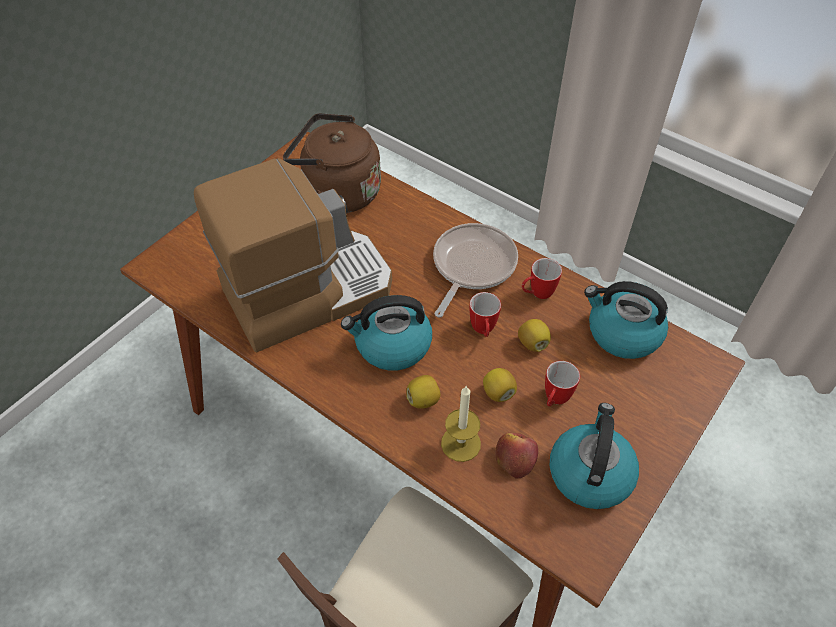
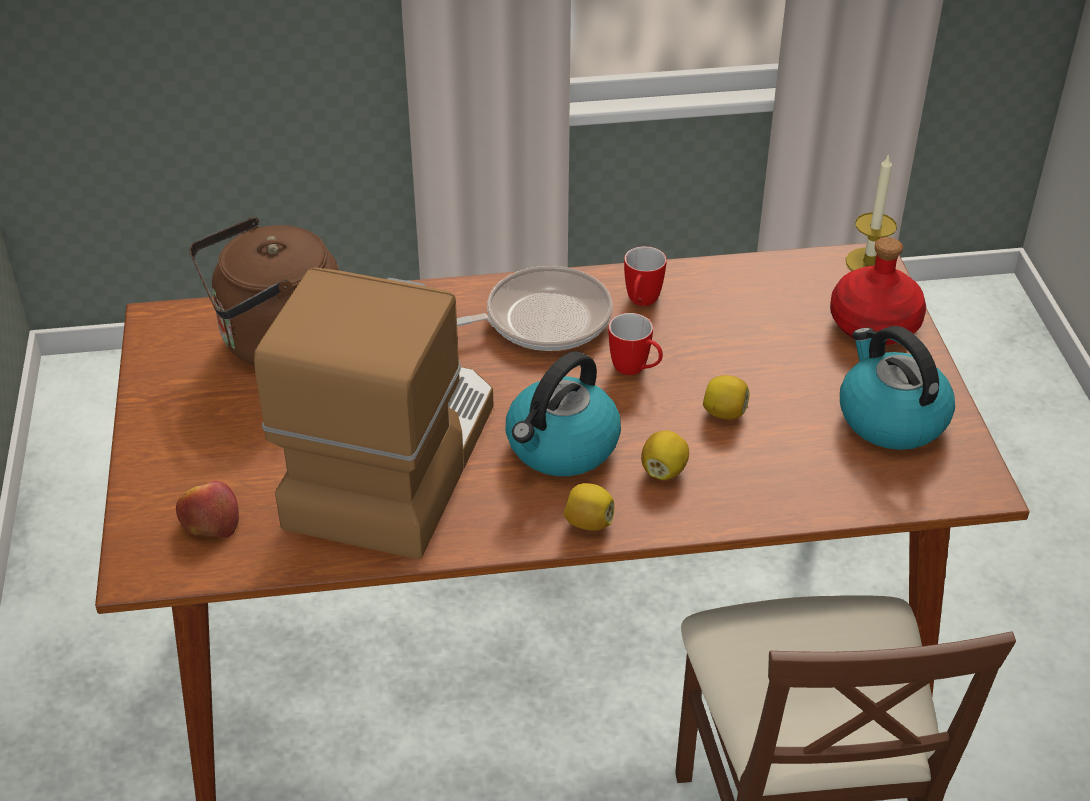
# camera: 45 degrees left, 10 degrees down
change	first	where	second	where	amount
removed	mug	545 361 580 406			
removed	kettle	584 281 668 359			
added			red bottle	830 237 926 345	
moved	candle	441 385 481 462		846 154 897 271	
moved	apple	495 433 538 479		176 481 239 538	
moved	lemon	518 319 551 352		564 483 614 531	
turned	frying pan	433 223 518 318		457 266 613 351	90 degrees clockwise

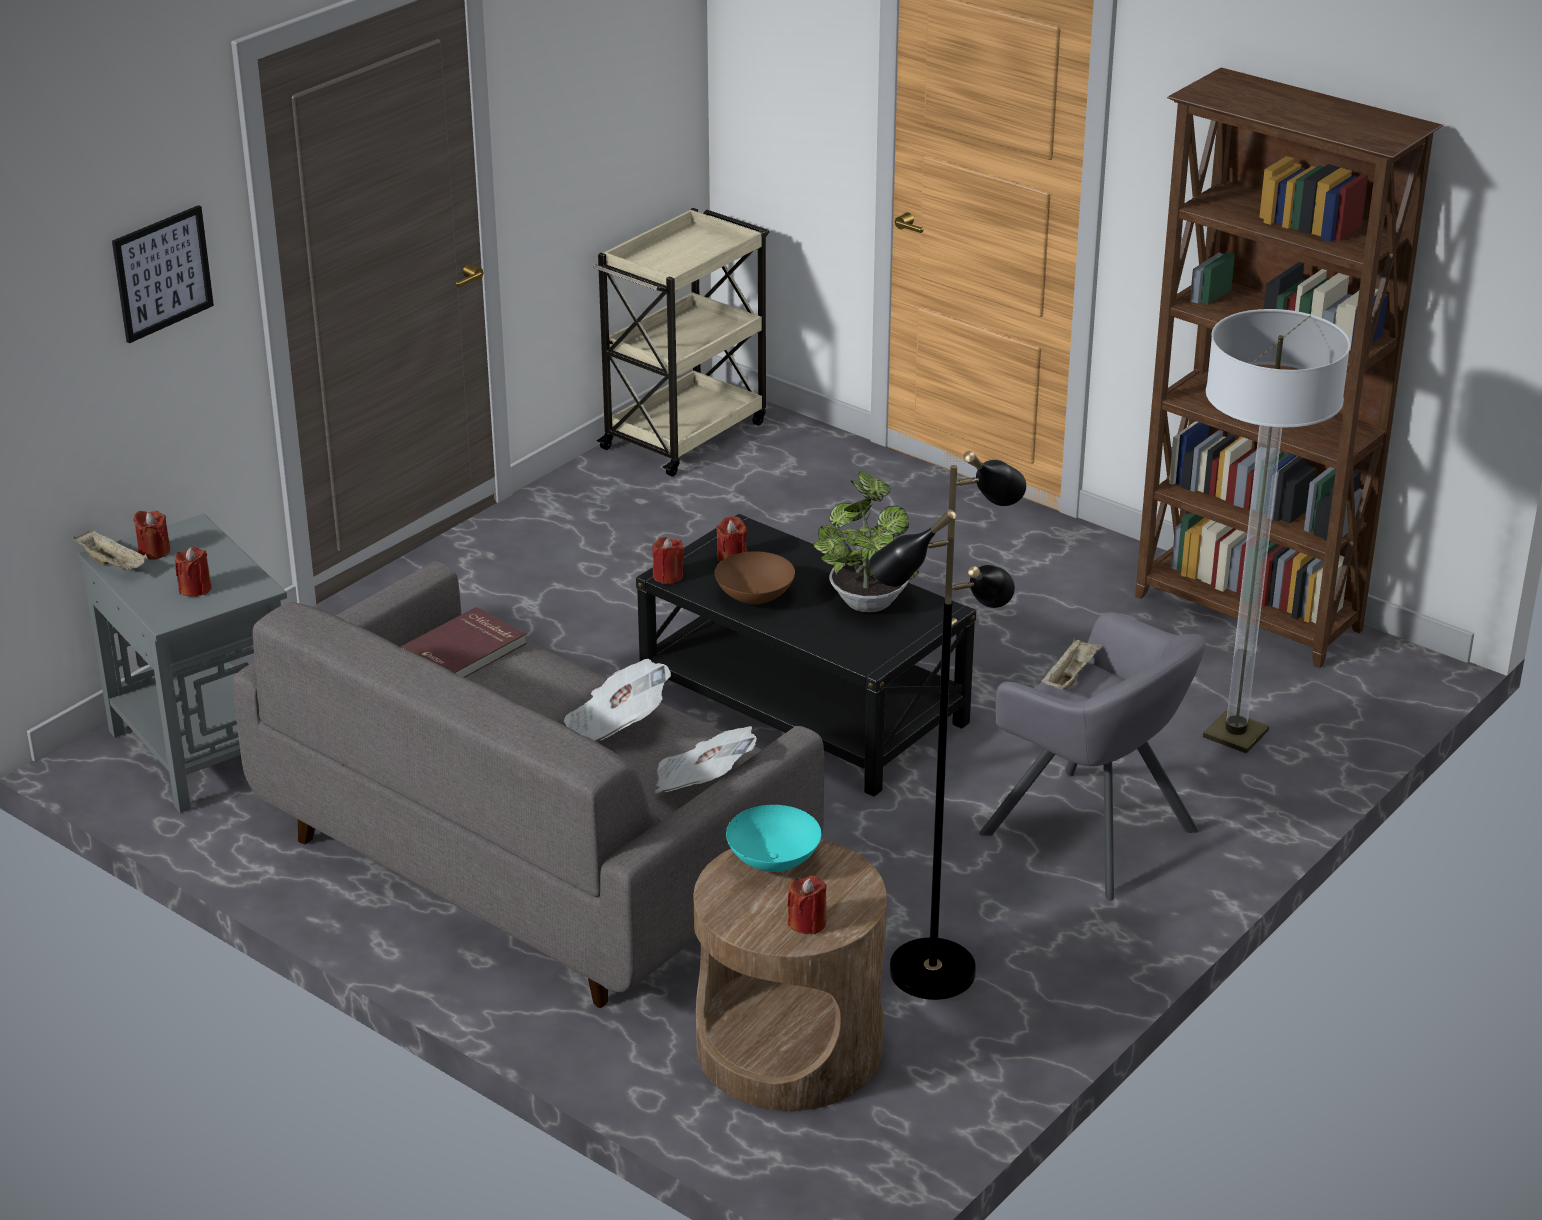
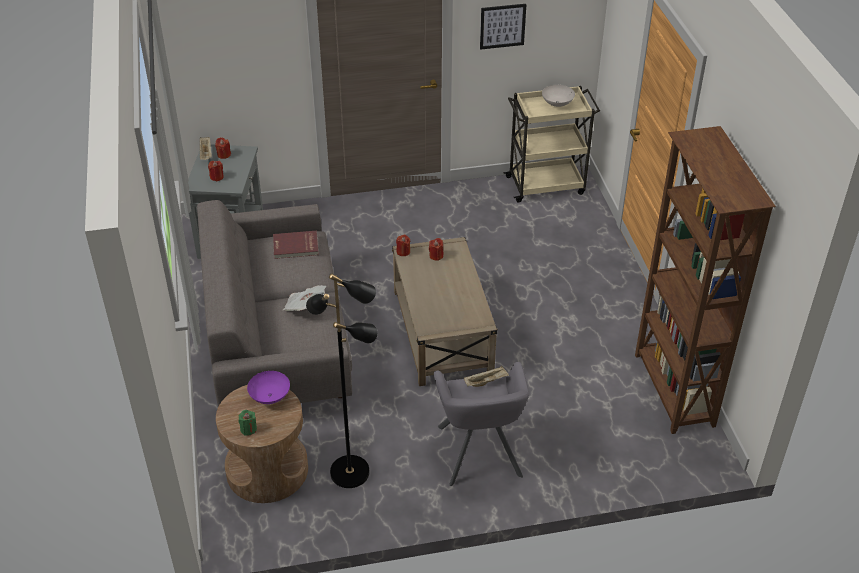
# camera: 40 degrees right, 10 degrees up
change	first	where	second	where	amount
removed	newspaper	655 726 757 793			
removed	brown bowl	715 551 795 604			
removed	potted plant	813 471 919 612			
removed	floor lamp	1203 309 1351 753			
added			white bowl	542 85 575 107	
moved	picture	112 205 214 343		480 4 526 50	
recoloured	black coffee table	636 514 976 797	beige coffee table	392 237 498 386	
recoloured	turquoise bowl	726 805 821 872	purple bowl	247 371 290 404	
recoloured	red candle	787 875 827 934	green candle	239 410 257 436	

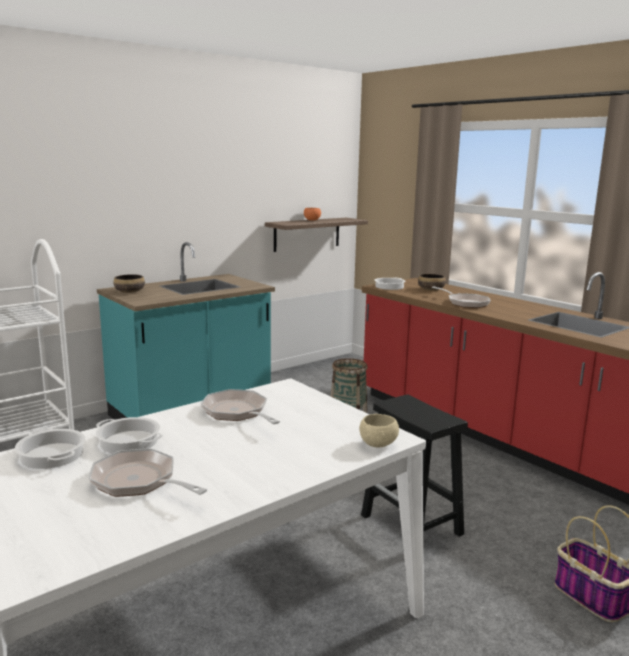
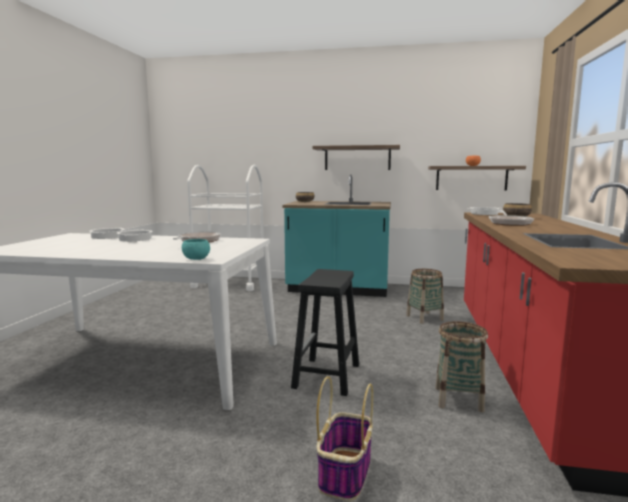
# camera: 50 degrees right, 5 degrees down
change	first	where	second	where	amount
removed	frying pan	88 448 207 497			
added			shelf	313 145 400 170	
added			basket	435 321 488 412	
recoloured	beige bowl	359 414 399 448	turquoise bowl	182 239 210 260	

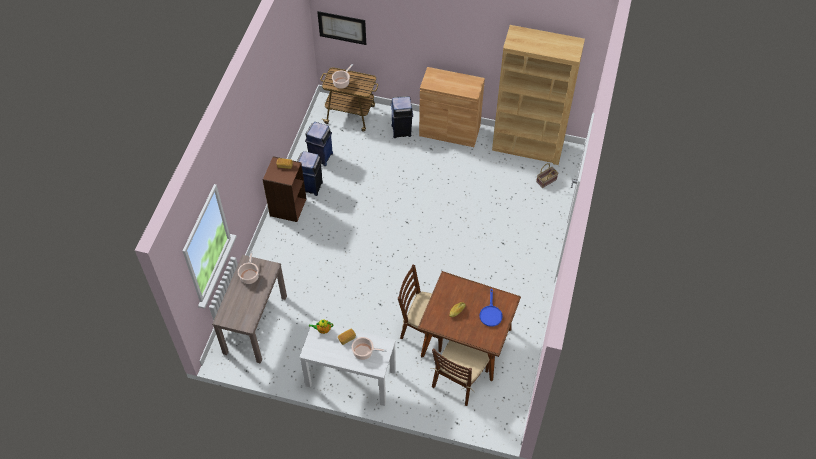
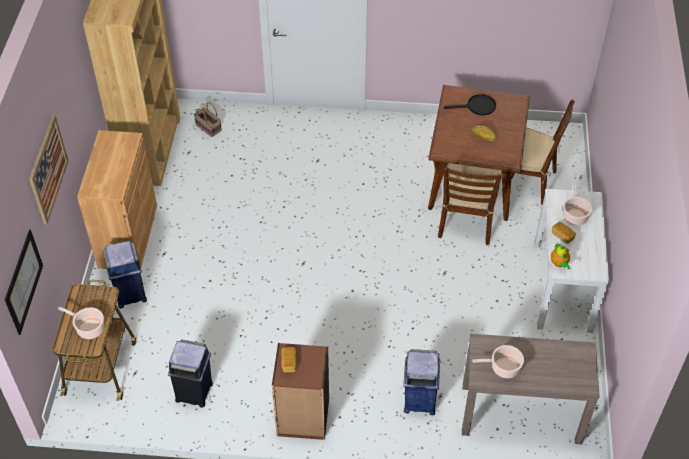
# camera: 100 degrees left, 5 degrees down
change	first	where	second	where	amount
added			picture	29 115 69 225	
moved	blue trash can	297 151 323 196		404 349 440 415	
recoloured	blue frying pan	479 289 503 327	black frying pan	443 94 496 115	

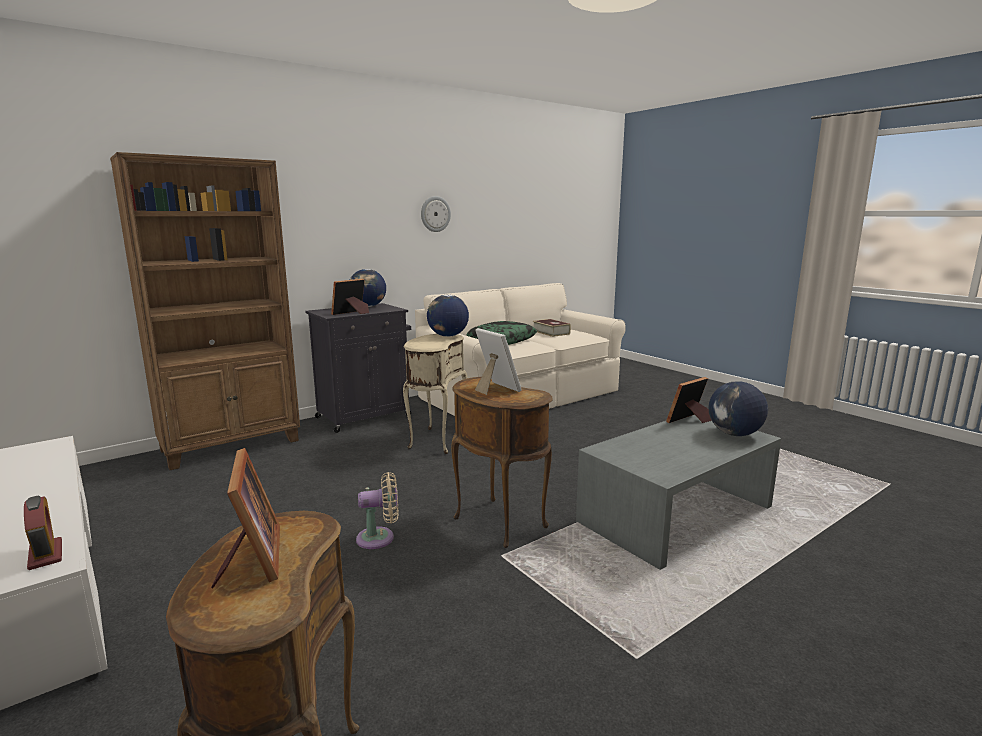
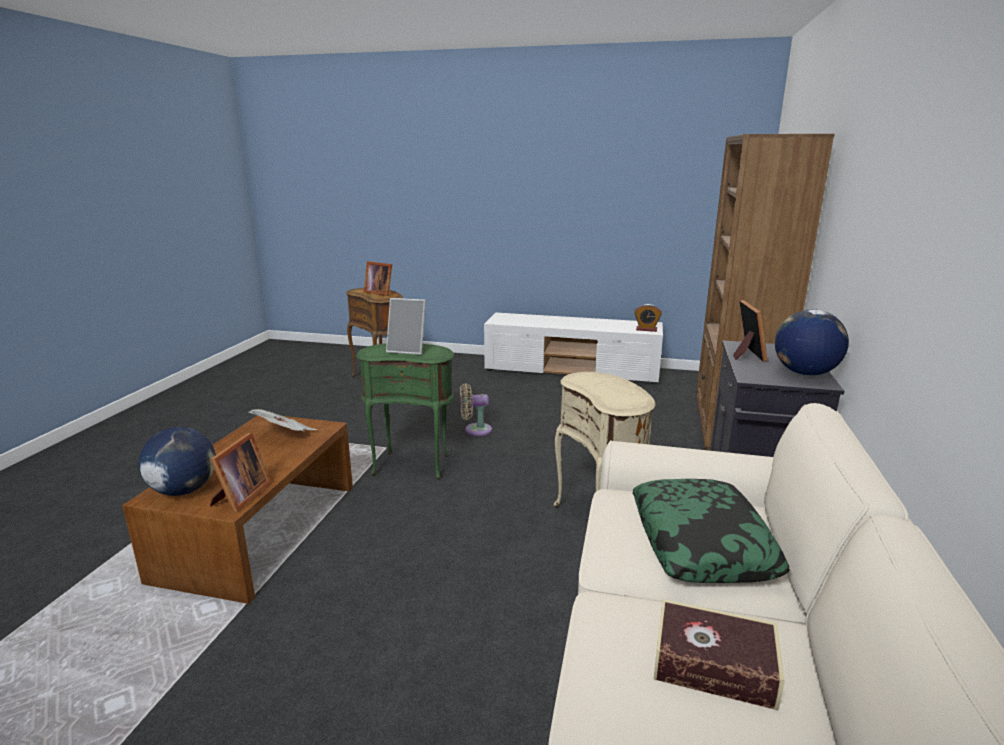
# camera: 140 degrees right, 5 degrees up
change	first	where	second	where	amount
removed	wall clock	421 196 451 232			
removed	globe	427 294 469 337			
added			newspaper	249 409 317 431	
moved	alarm clock	24 496 62 570		635 304 662 332	
recoloured	brown side table	451 377 553 548	green side table	356 343 454 479	
recoloured	grey coffee table	576 415 781 570	brown coffee table	122 415 353 605	
turned	beige fan	356 472 398 549		460 383 492 436	45 degrees clockwise

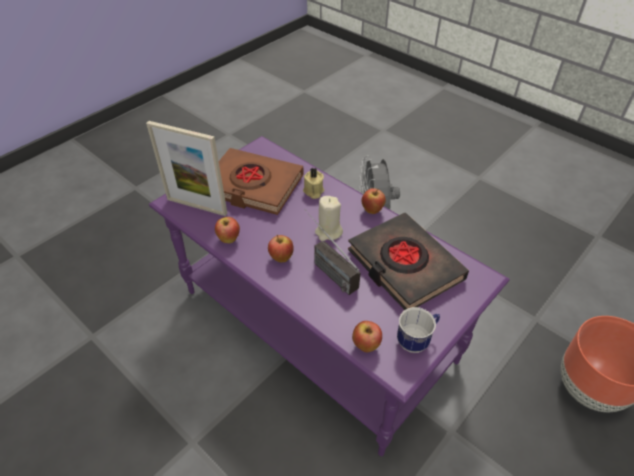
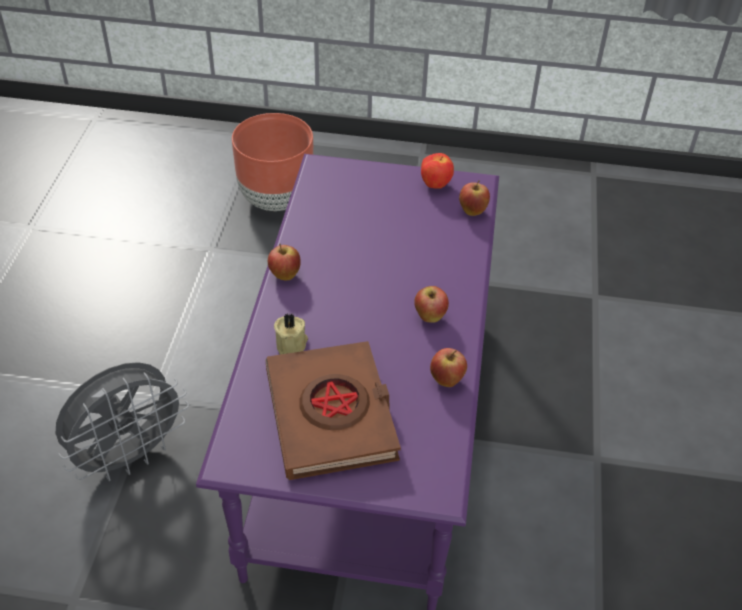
# camera: 125 degrees left, 0 degrees up
change	first	where	second	where	amount
removed	picture frame	146 121 227 216			
removed	radio	304 209 361 295			
removed	beige candle	315 196 343 241			
removed	black book	348 213 469 310			
replaced	mug	397 307 440 353	apple	421 153 454 189	

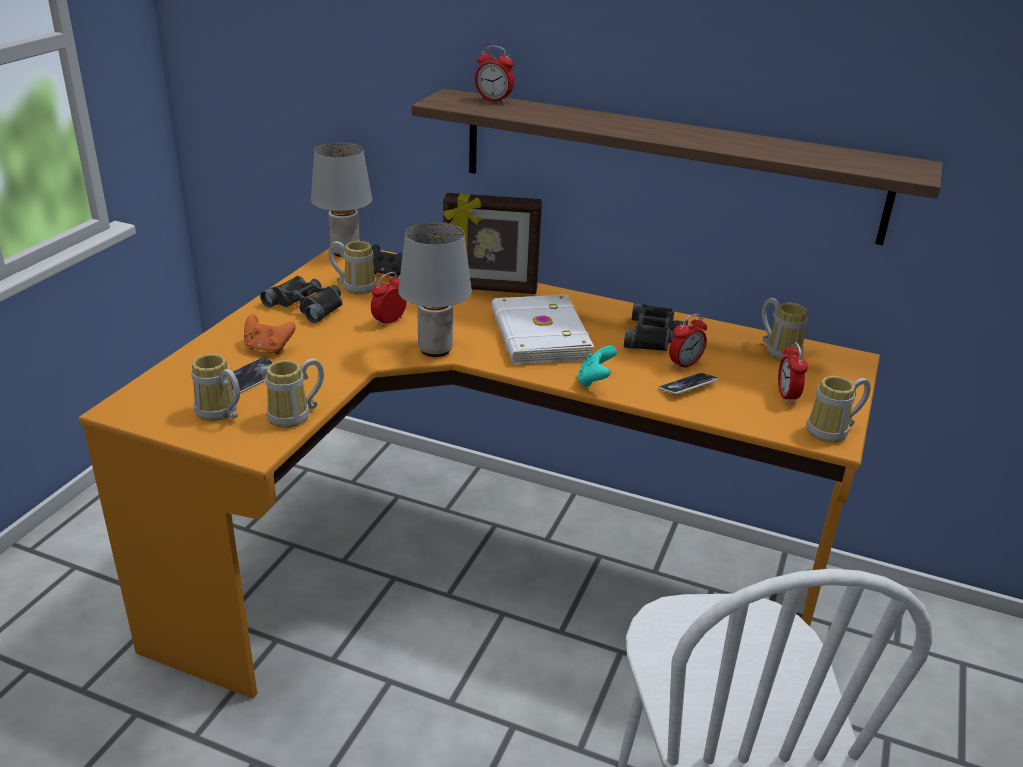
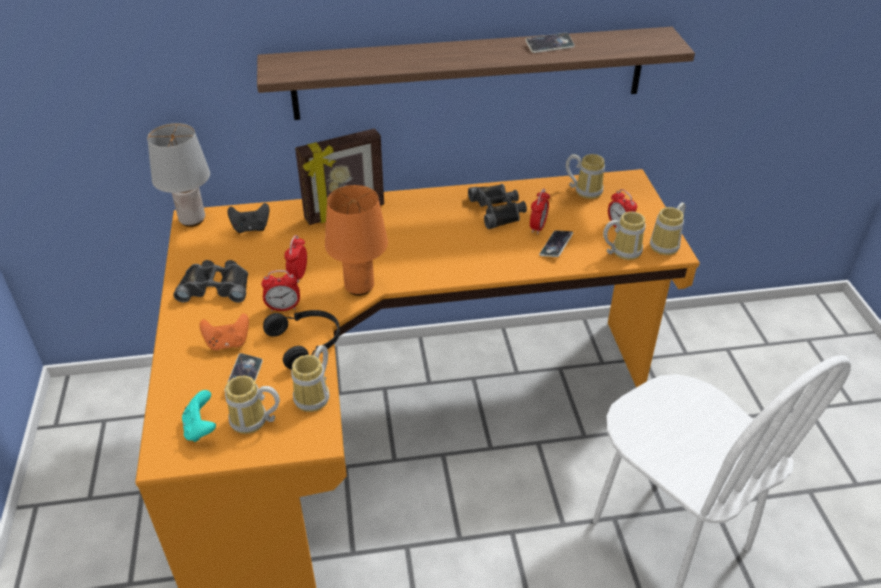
# camera: 30 degrees left, 10 degrees up
change	first	where	second	where	amount
removed	white book	492 295 594 365			
added			black headphones	263 310 340 370	
added			phone	525 33 575 53	
moved	mug	328 241 377 294		603 212 646 260	
moved	alarm clock	475 46 514 103		261 270 300 312	
moved	turquoise game controller	577 346 617 388		182 390 216 442	
recoloured	grey table lamp	398 222 472 357	orange table lamp	325 185 388 296	

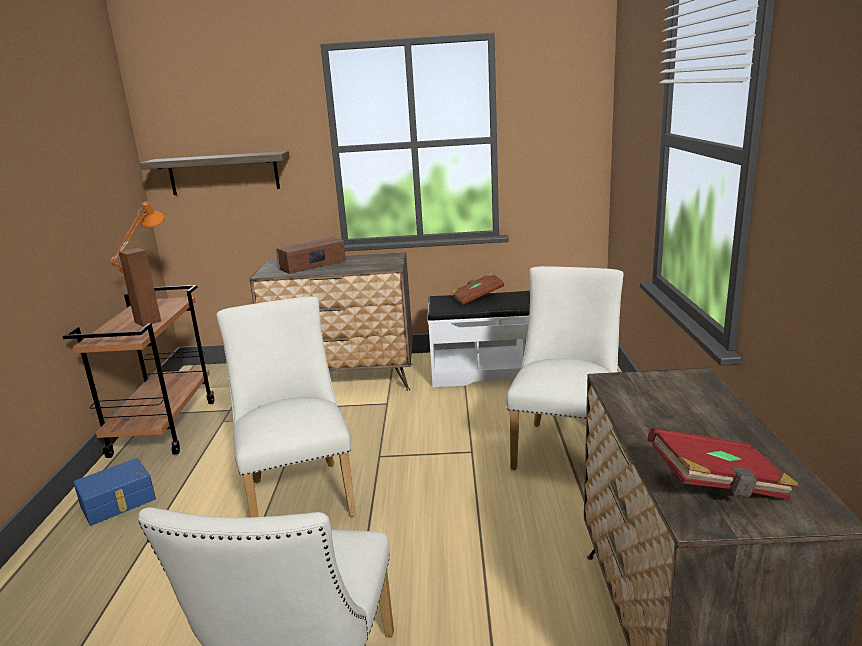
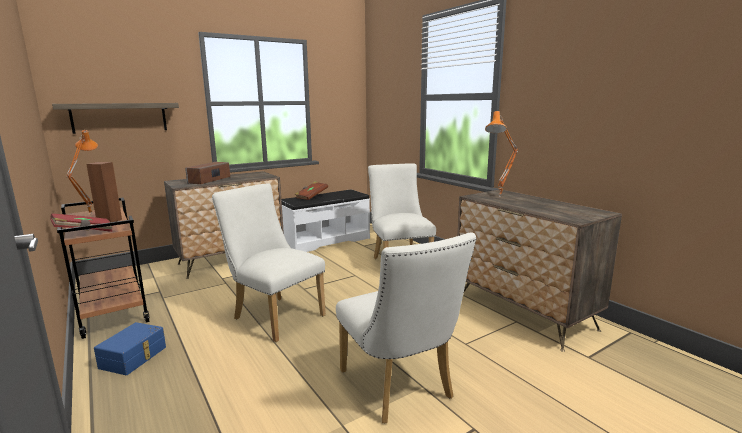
# camera: 35 degrees left, 5 degrees down
change	first	where	second	where	amount
added			orange table lamp	485 111 518 197	
moved	red book	648 428 799 500		50 213 112 232	

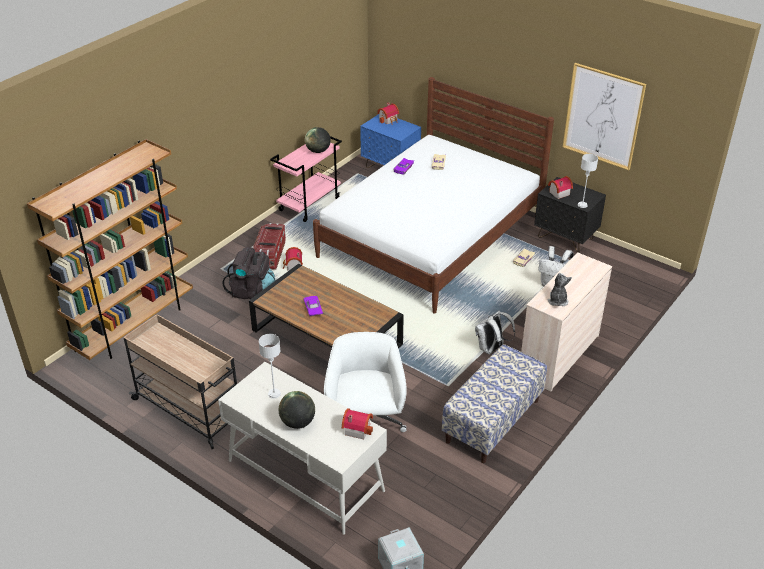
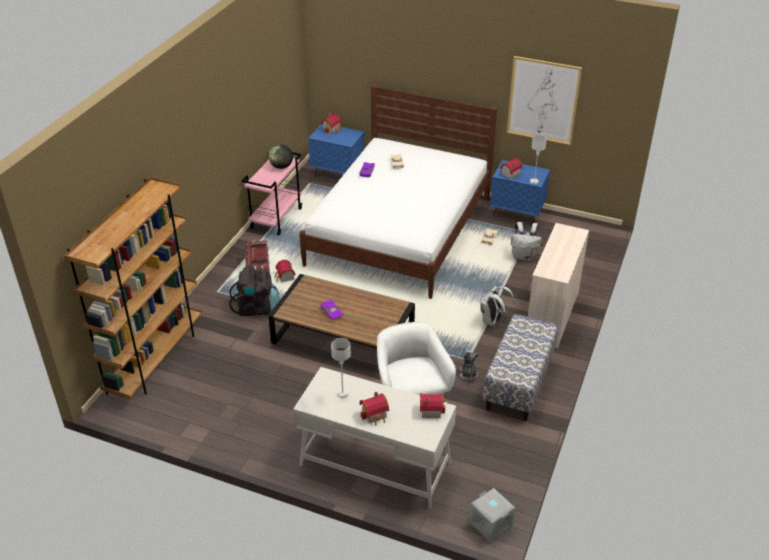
# camera: 15 degrees left, 0 degrees up
change	first	where	second	where	amount
removed	beige cart	123 314 237 449			
moved	plush toy	548 273 572 306		460 350 479 380	
replaced	globe	279 391 315 429	toy house	359 392 389 426	
recoloured	black nightstand	534 177 606 253	blue nightstand	490 160 550 224	

